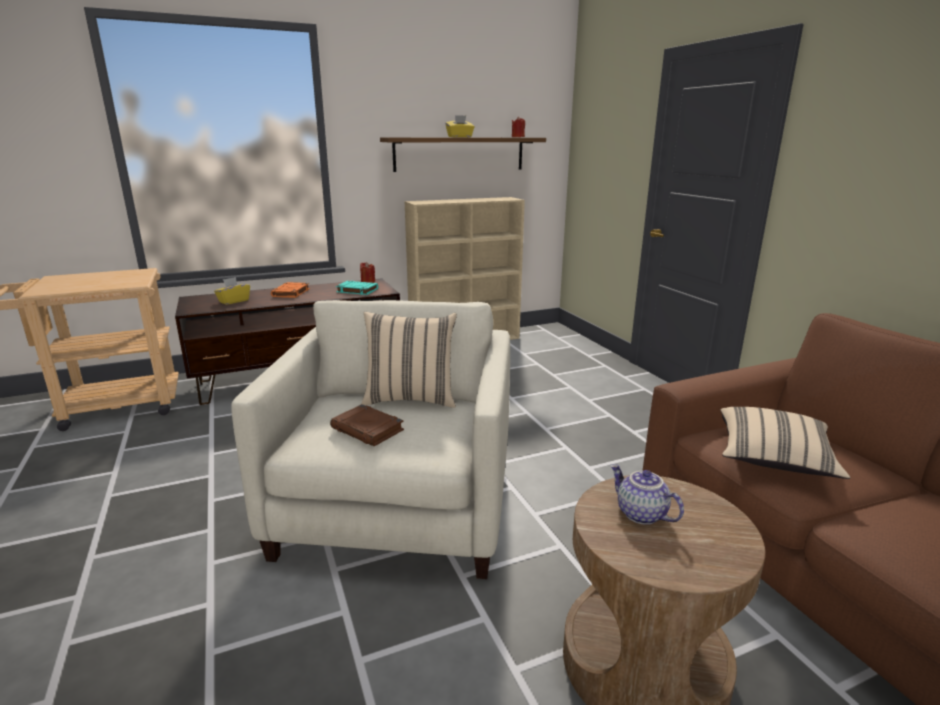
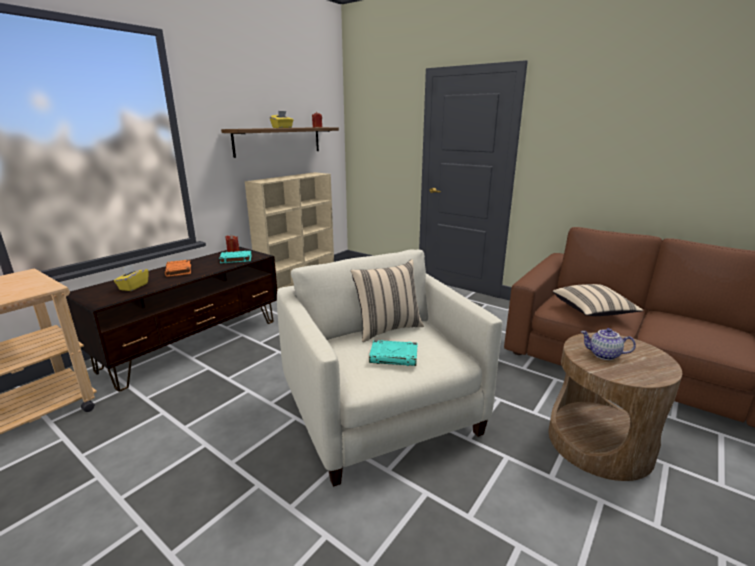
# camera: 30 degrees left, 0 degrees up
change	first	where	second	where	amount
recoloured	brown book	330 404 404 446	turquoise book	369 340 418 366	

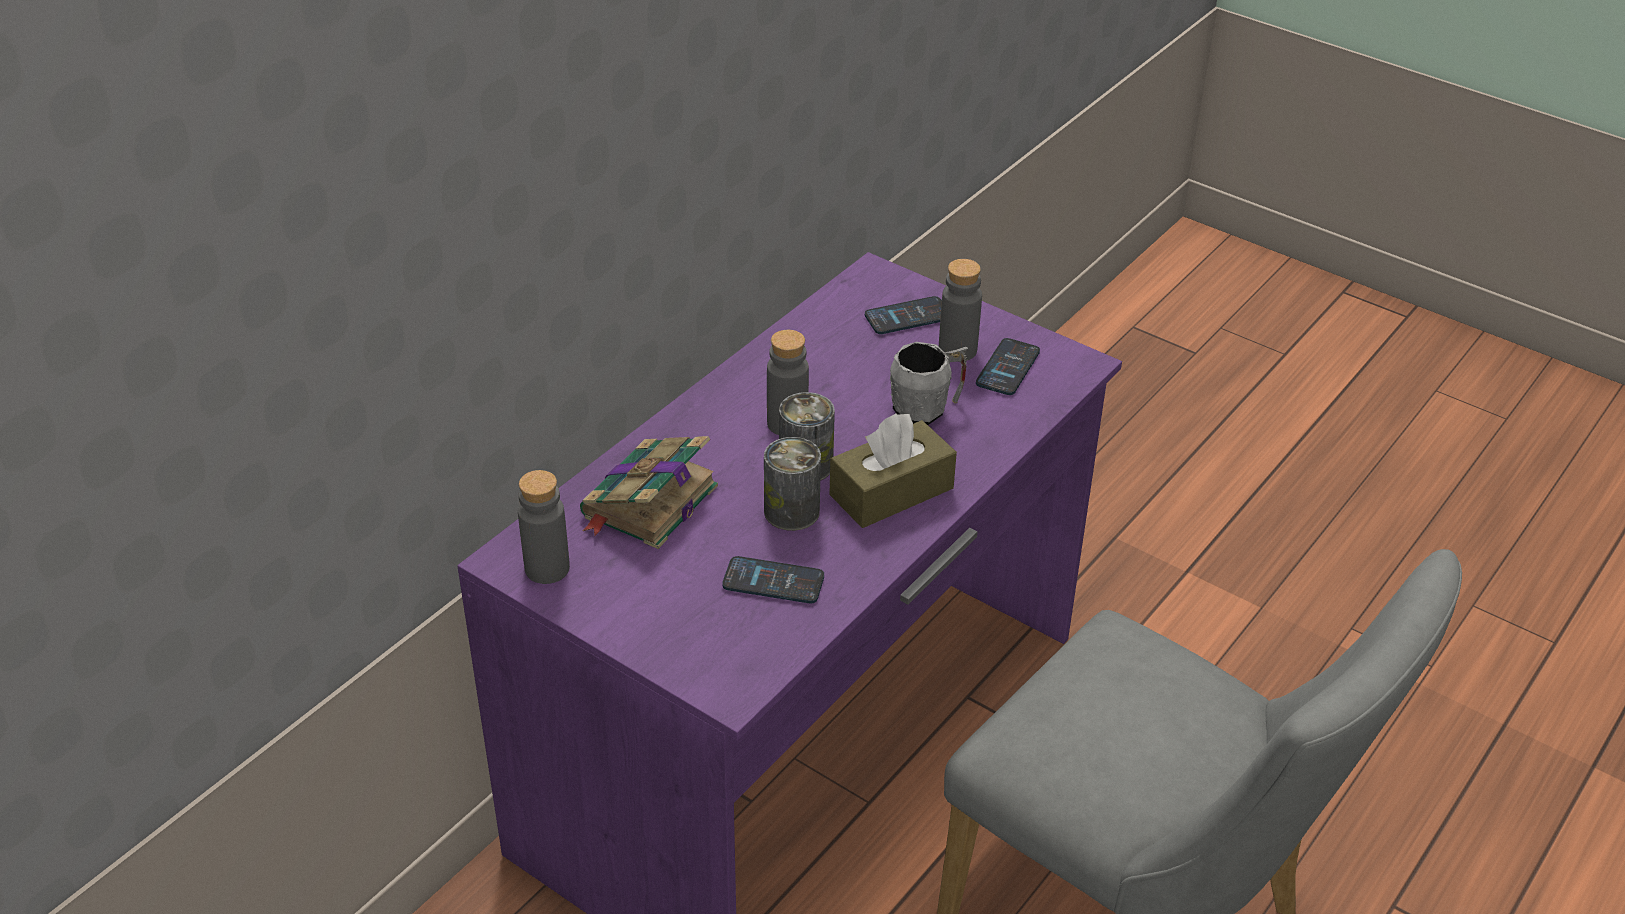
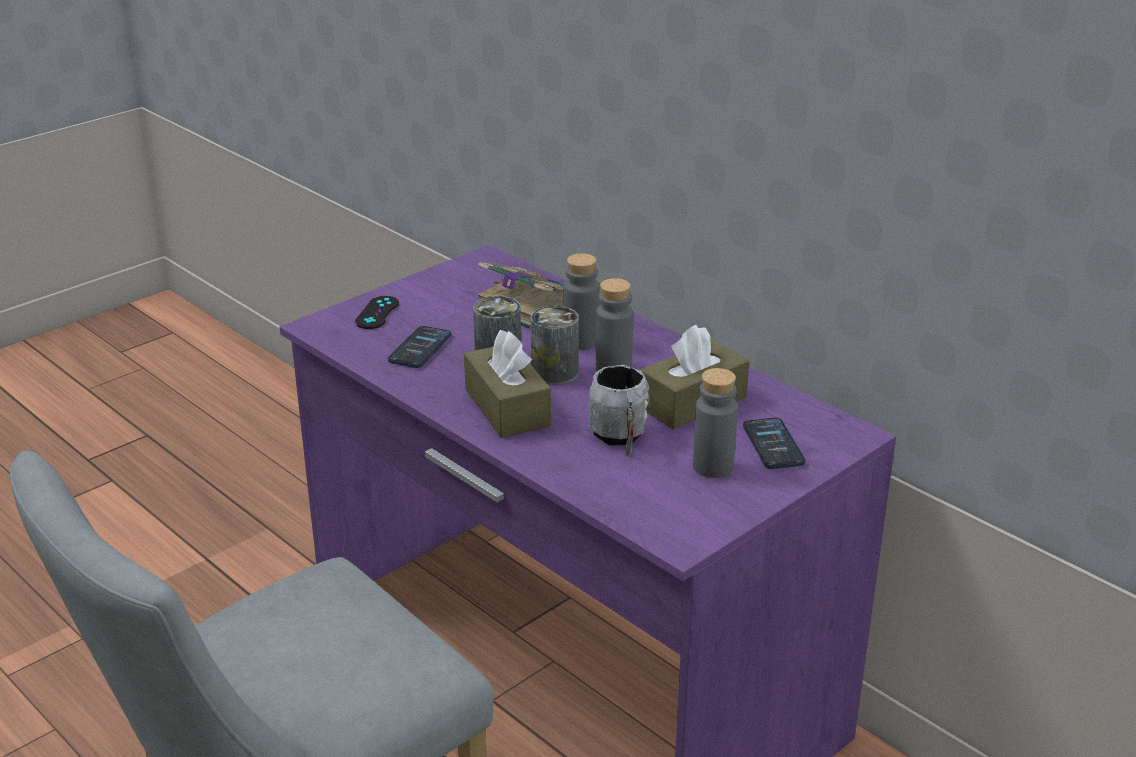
# camera: 100 degrees right, 10 degrees down
change	first	where	second	where	amount
removed	phone	976 338 1040 395			
added			black game controller	355 296 399 329	
added			brown tissue box	640 325 749 429	
moved	grey bottle	518 470 570 584		563 253 600 350	

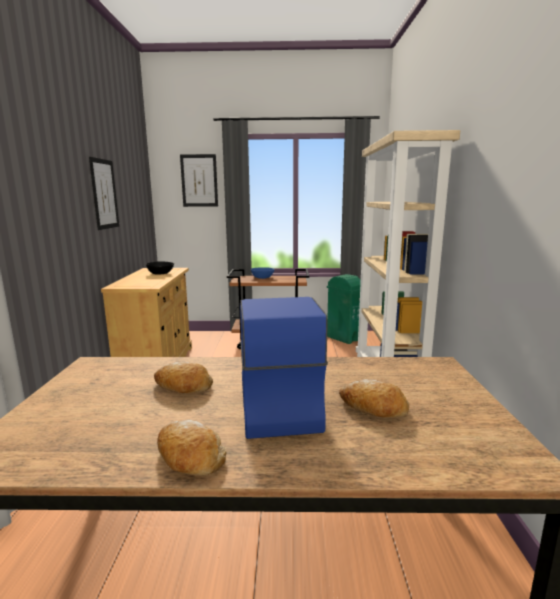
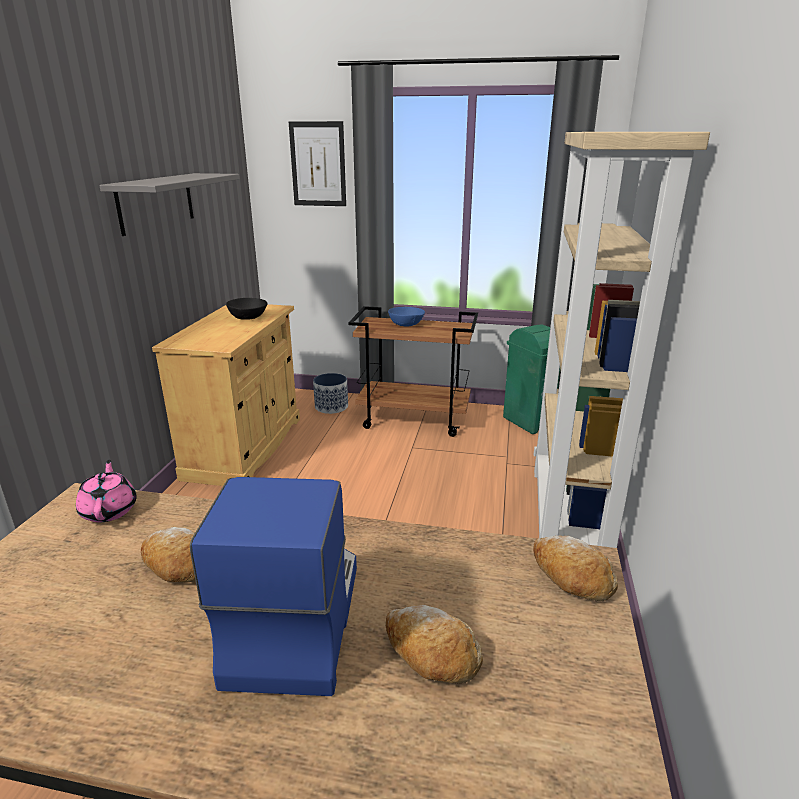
# camera: 10 degrees right, 10 degrees up
change	first	where	second	where	amount
added			pink teapot	76 460 137 522	
added			planter	313 373 348 414	
moved	bread	157 420 226 476		533 536 618 601	
replaced	picture	89 157 119 230	grey shelf	99 173 240 236	

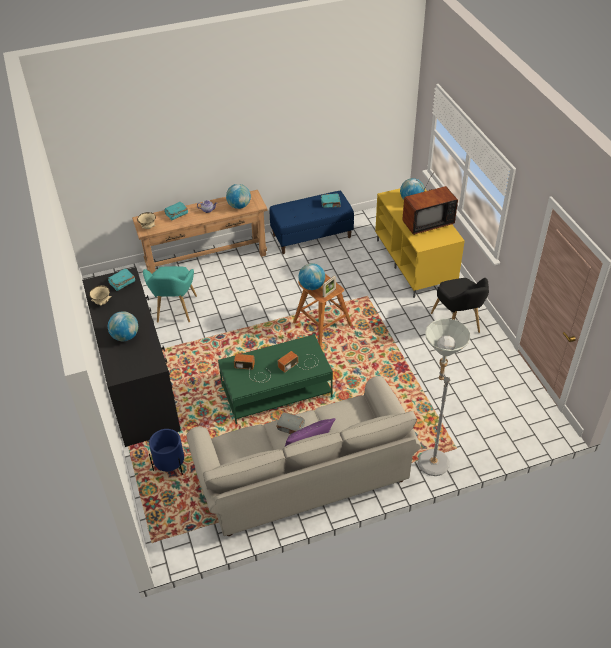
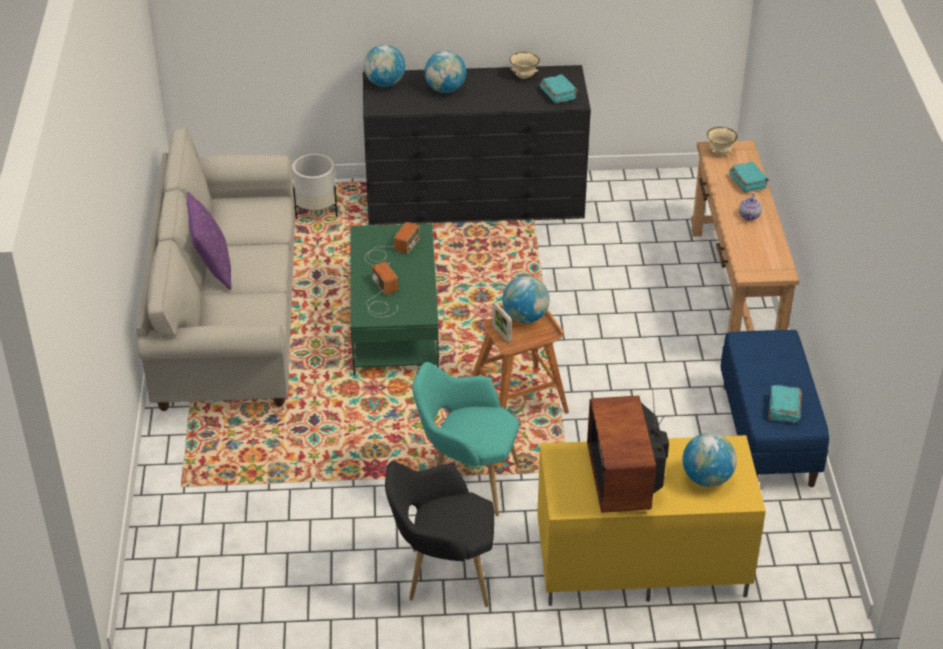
# camera: 105 degrees right, 5 degrees down
change	first	where	second	where	amount
removed	grey book	276 412 305 434			
removed	grey floor lamp	418 318 470 476			
moved	turquoise armchair	143 266 197 322		412 362 520 516	
moved	globe	226 184 251 209		364 45 405 87	
recoloured	blue planter	149 429 184 475	white planter	292 154 338 219	

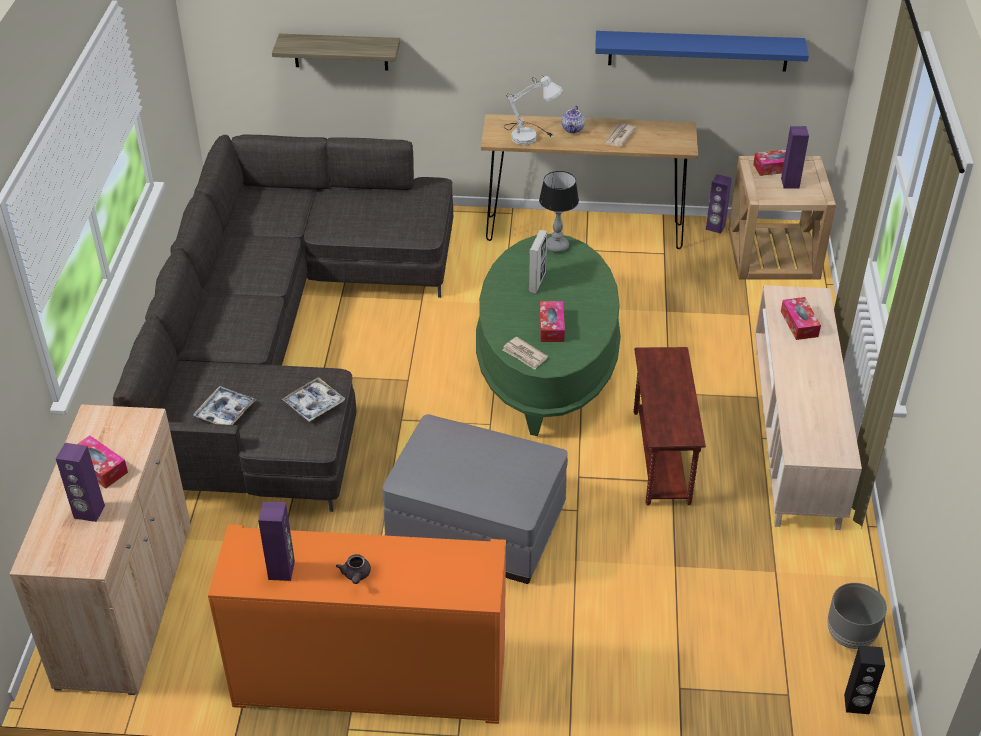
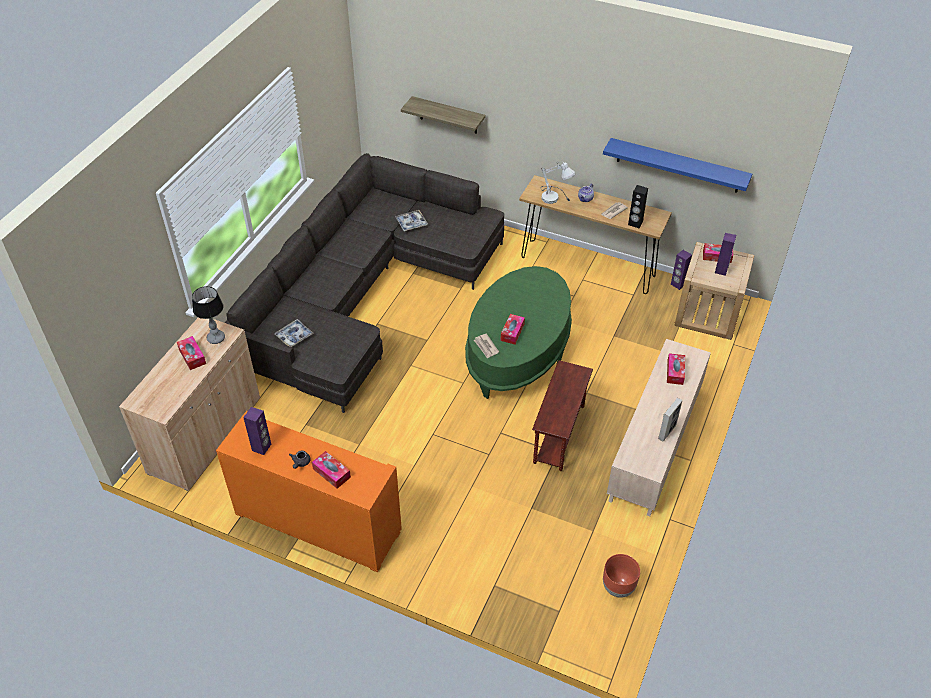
# camera: 20 degrees right, 5 degrees up
change	first	where	second	where	amount
removed	purple speaker	56 443 105 522			
removed	grey ottoman	382 414 568 584			
added			tissue box	312 451 351 489	
moved	tray	282 377 345 422		395 210 428 231	
moved	picture frame	529 230 547 293		658 398 682 441	
moved	table lamp	539 171 579 253		192 286 225 344	
moved	black speaker	844 645 885 714		628 185 648 228	
recoloured	grey planter	828 583 887 649	brown planter	603 554 640 598	

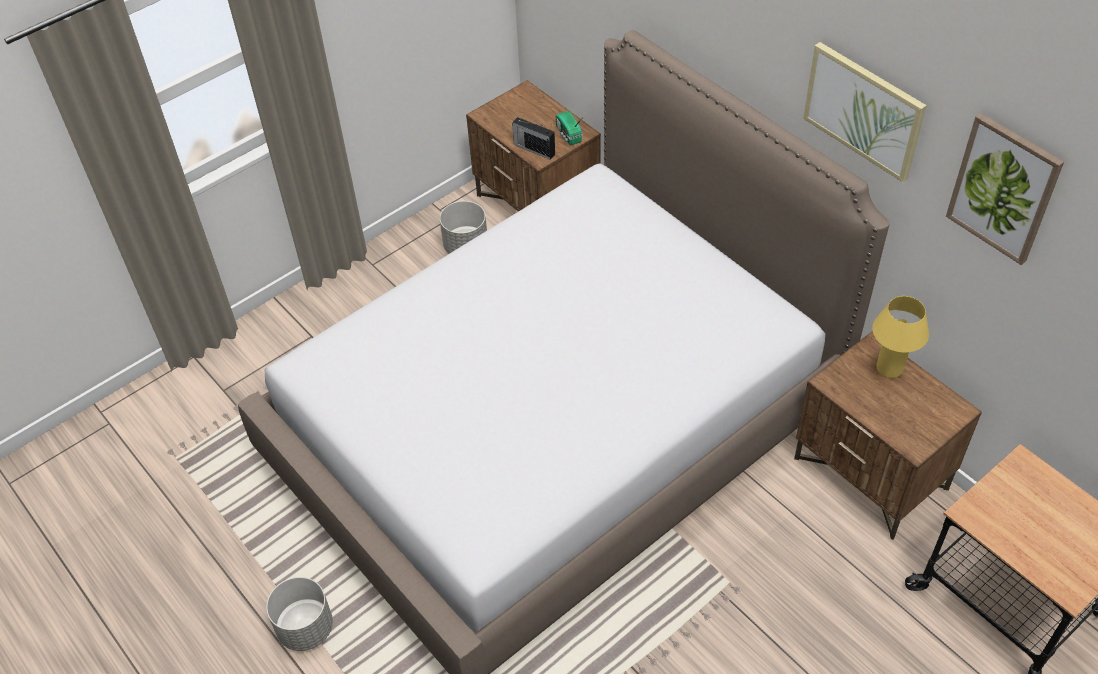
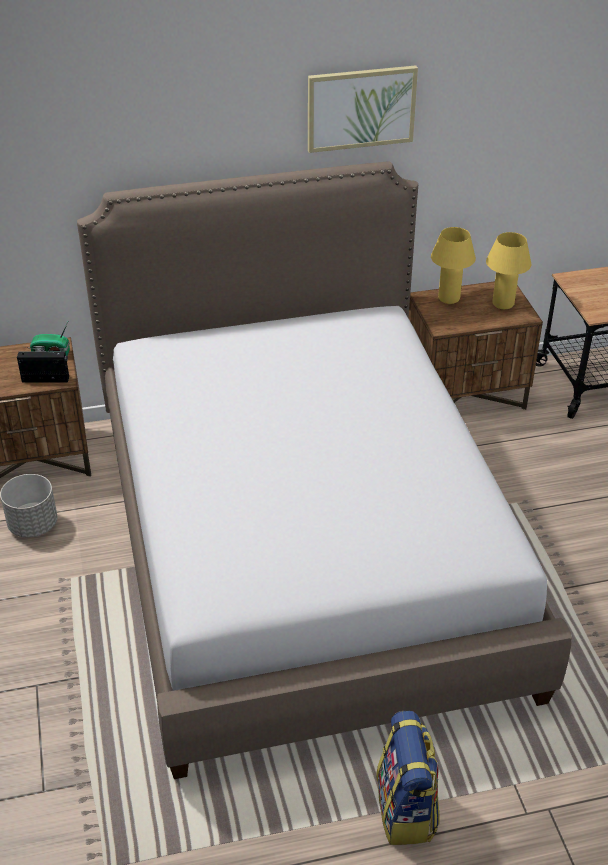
# camera: 65 degrees left, 10 degrees down
change	first	where	second	where	amount
removed	picture	946 113 1064 265			
added			yellow table lamp	486 232 531 309	
replaced	grey planter	266 577 333 651	backpack	376 711 439 845	
turned	radio	512 117 555 160		17 347 69 382	150 degrees counterclockwise

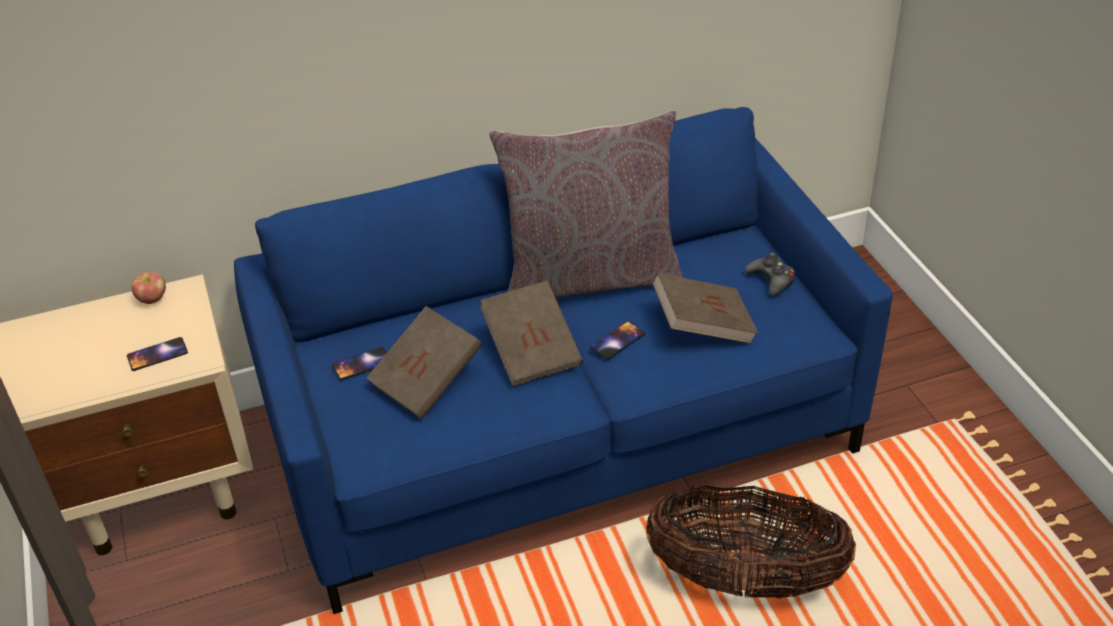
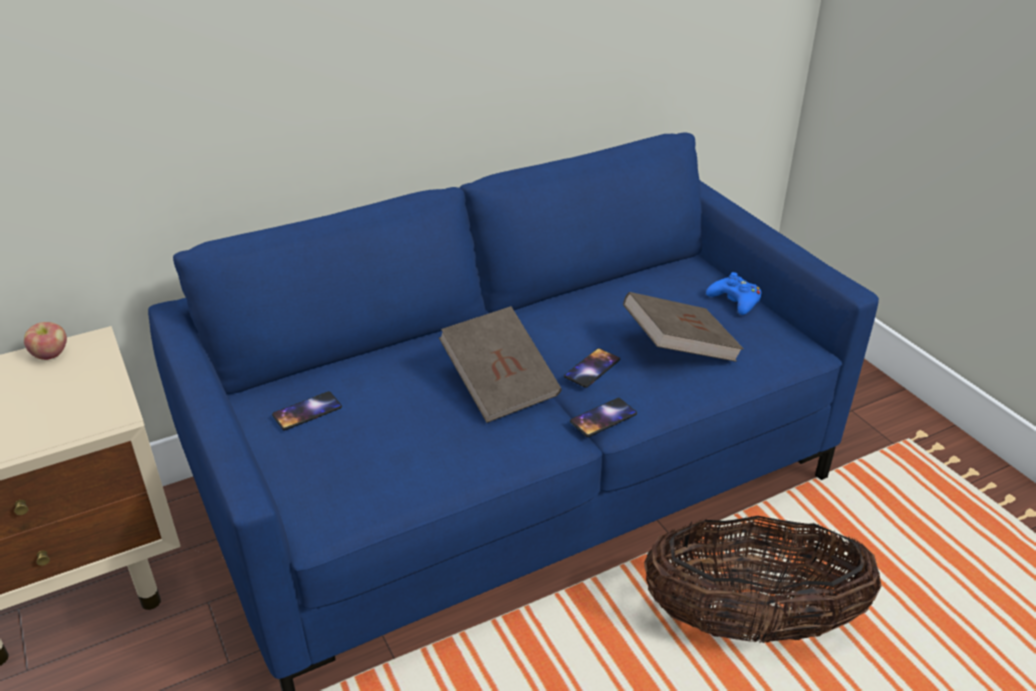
# camera: 10 degrees left, 5 degrees down
change	first	where	second	where	amount
removed	brown book	366 306 482 419			
removed	grey pillow	489 110 683 298			
moved	phone	127 337 188 371		570 398 637 437	
recoloured	black game controller	745 252 796 296	blue game controller	706 272 761 315	

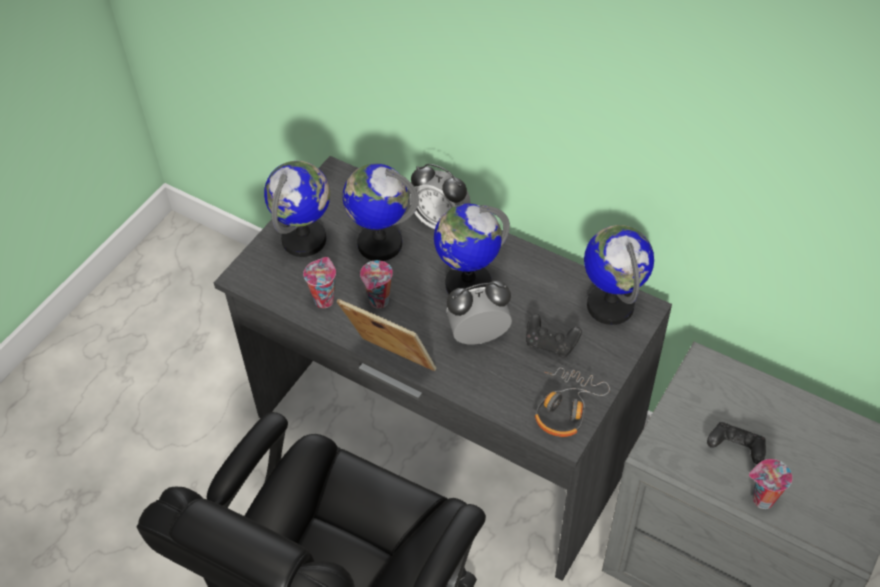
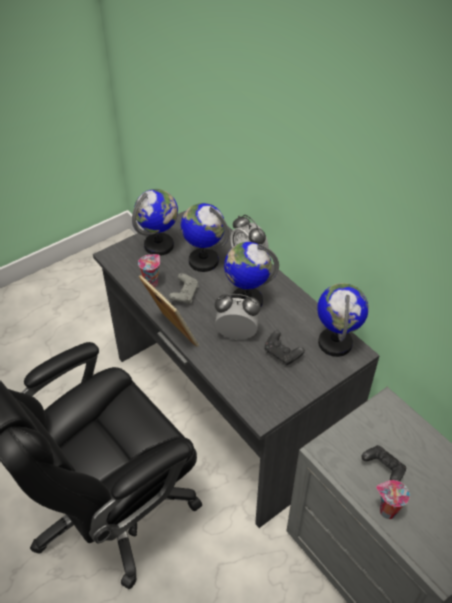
# camera: 20 degrees right, 5 degrees down
change	first	where	second	where	amount
removed	headphones	535 368 610 437			
replaced	cup	360 260 393 309	grey game controller	169 273 199 304	

